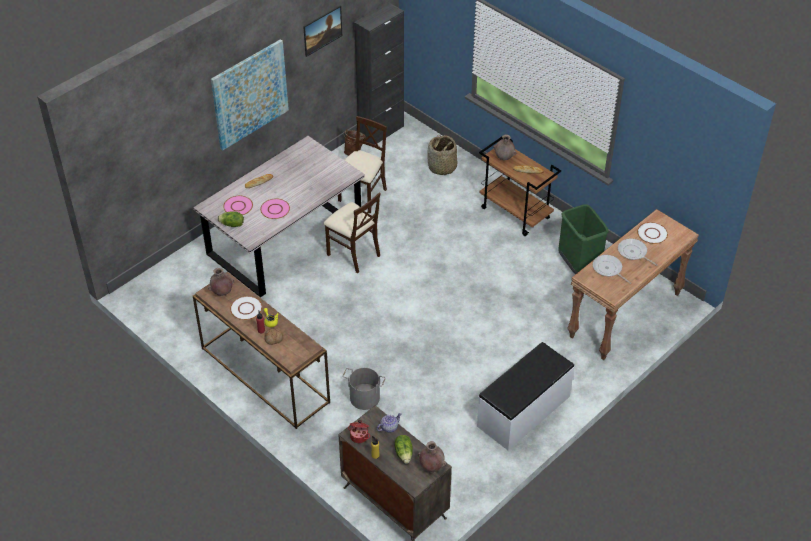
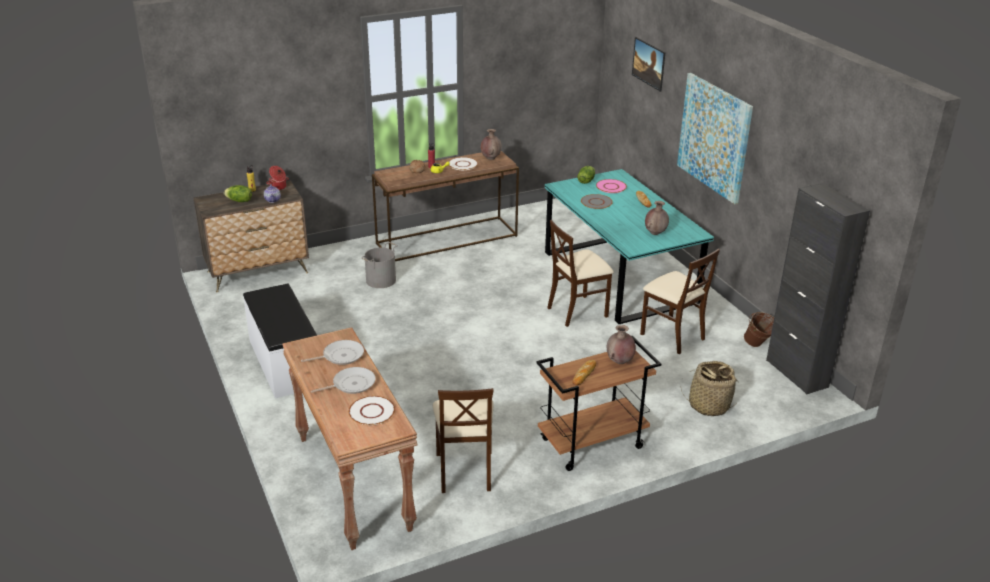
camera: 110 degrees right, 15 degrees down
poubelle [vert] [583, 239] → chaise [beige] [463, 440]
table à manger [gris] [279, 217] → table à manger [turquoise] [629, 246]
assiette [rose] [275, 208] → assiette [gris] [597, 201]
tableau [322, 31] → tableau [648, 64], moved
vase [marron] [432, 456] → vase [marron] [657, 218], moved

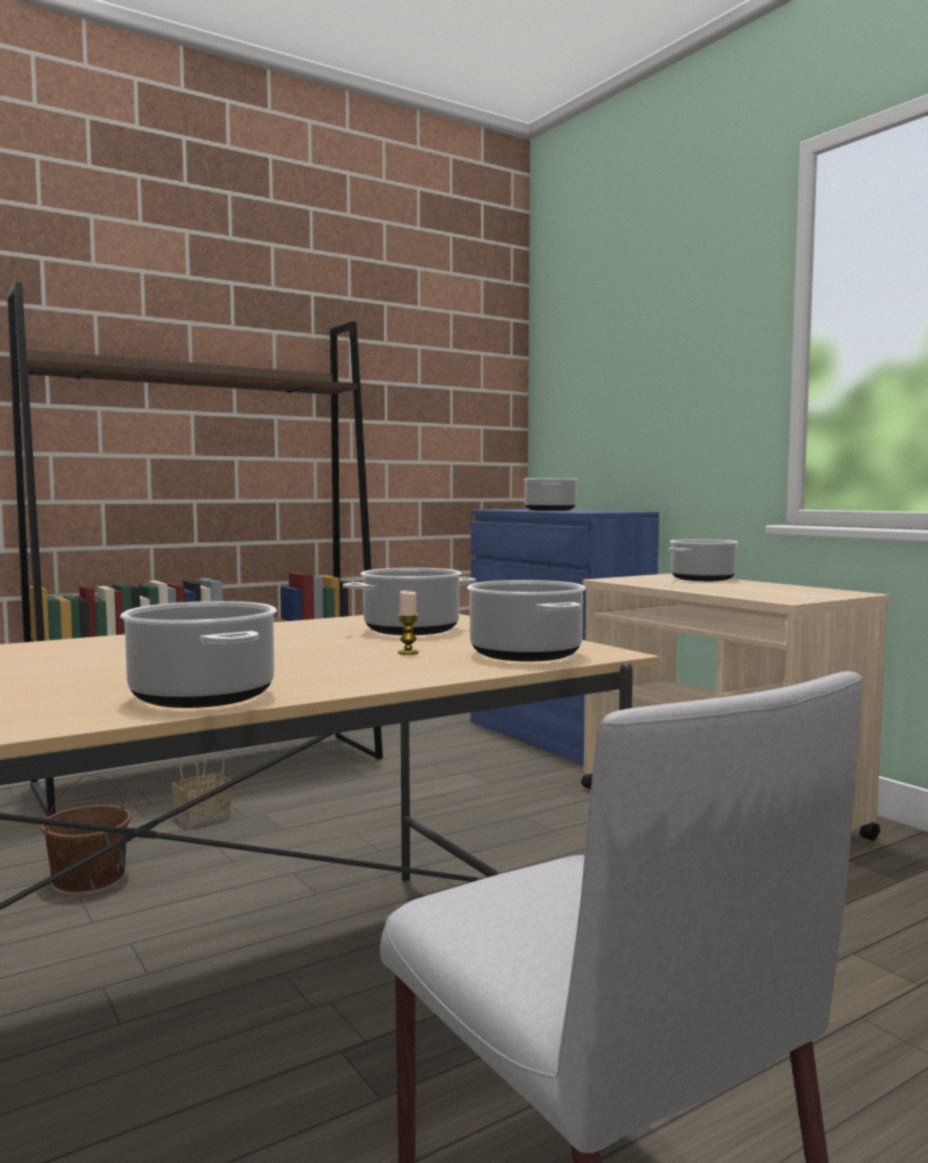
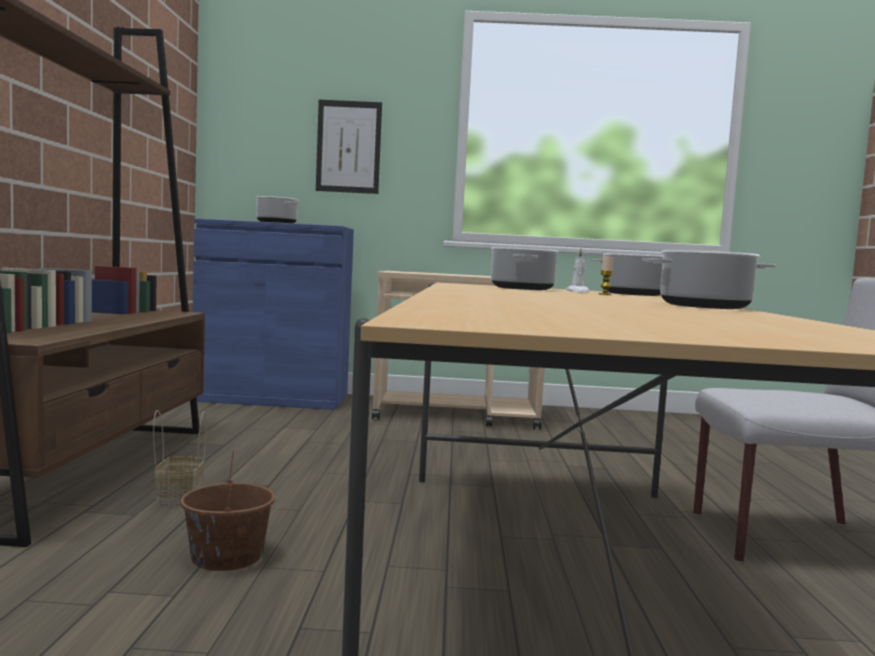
camera: 55 degrees left, 0 degrees up
- → tableau [349, 147]
- → bougie [blanc] [577, 271]
marmite [703, 560] → -

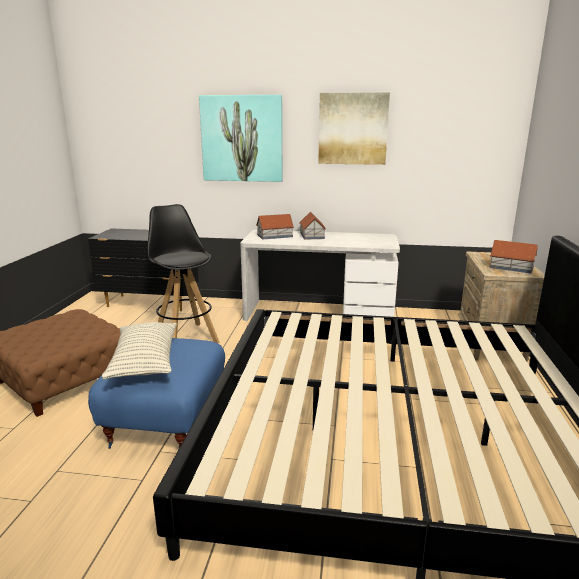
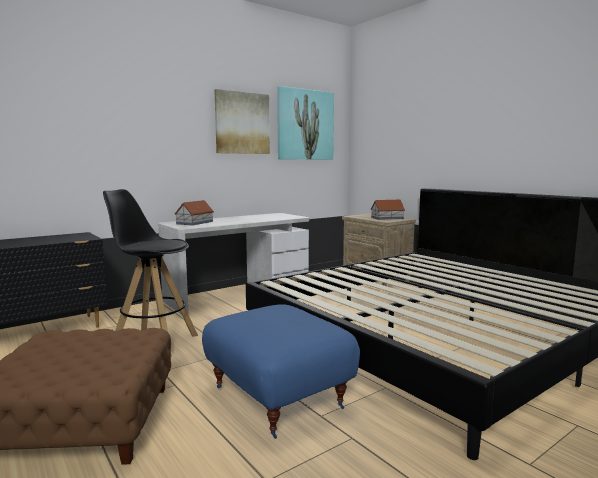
camera: 45 degrees left, 10 degrees down
tableau [241, 138] → tableau [305, 123], moved
coussin [139, 351] → -
maison miniature [312, 226] → -

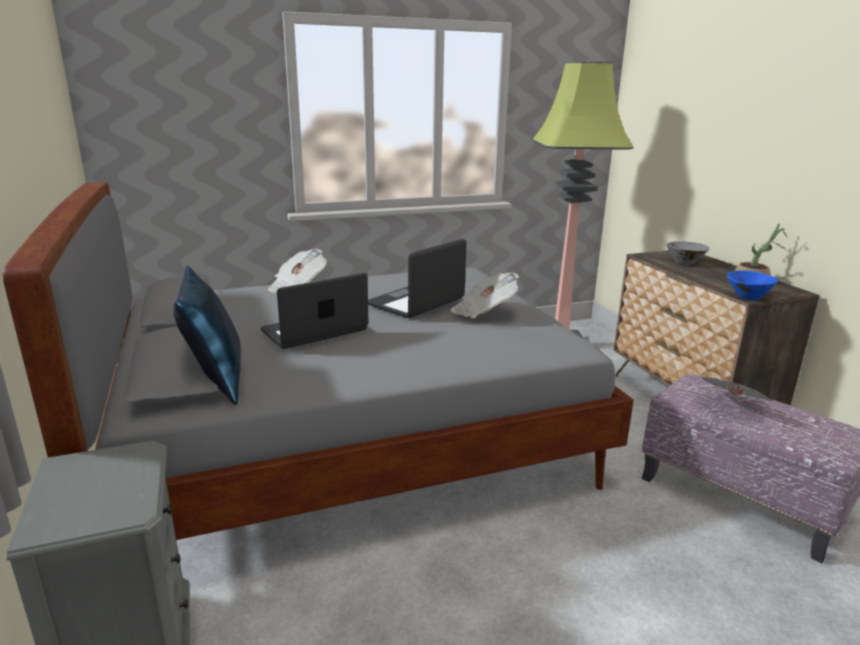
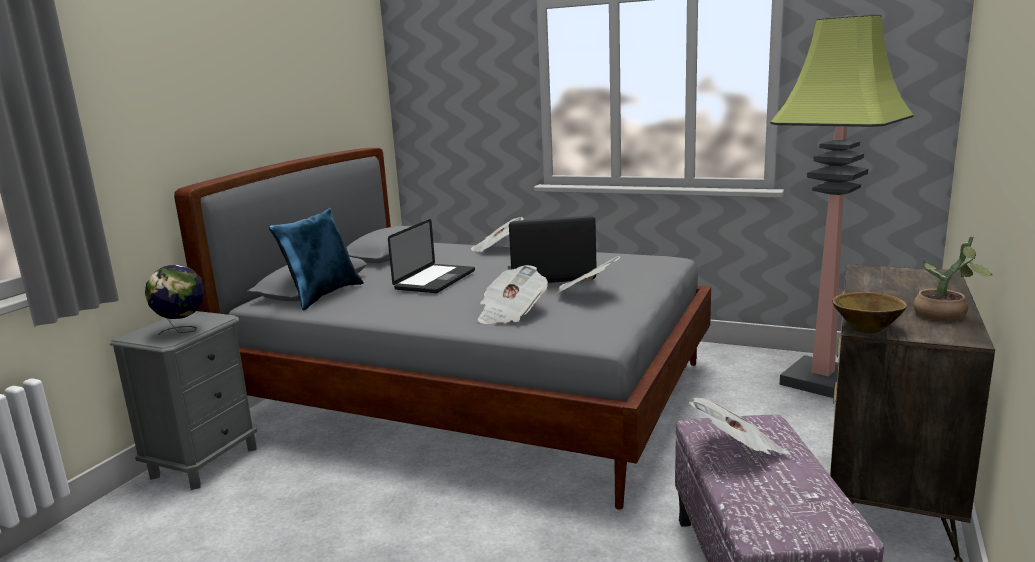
camera: 45 degrees right, 5 degrees down
- → globe [175, 300]
ordinateur portable [315, 311] → ordinateur portable [431, 256], 105 degrees clockwise
- → journal [512, 294]
bol [bleu] [752, 285] → bol [marron] [870, 312]
bol [gris] [687, 252] → -

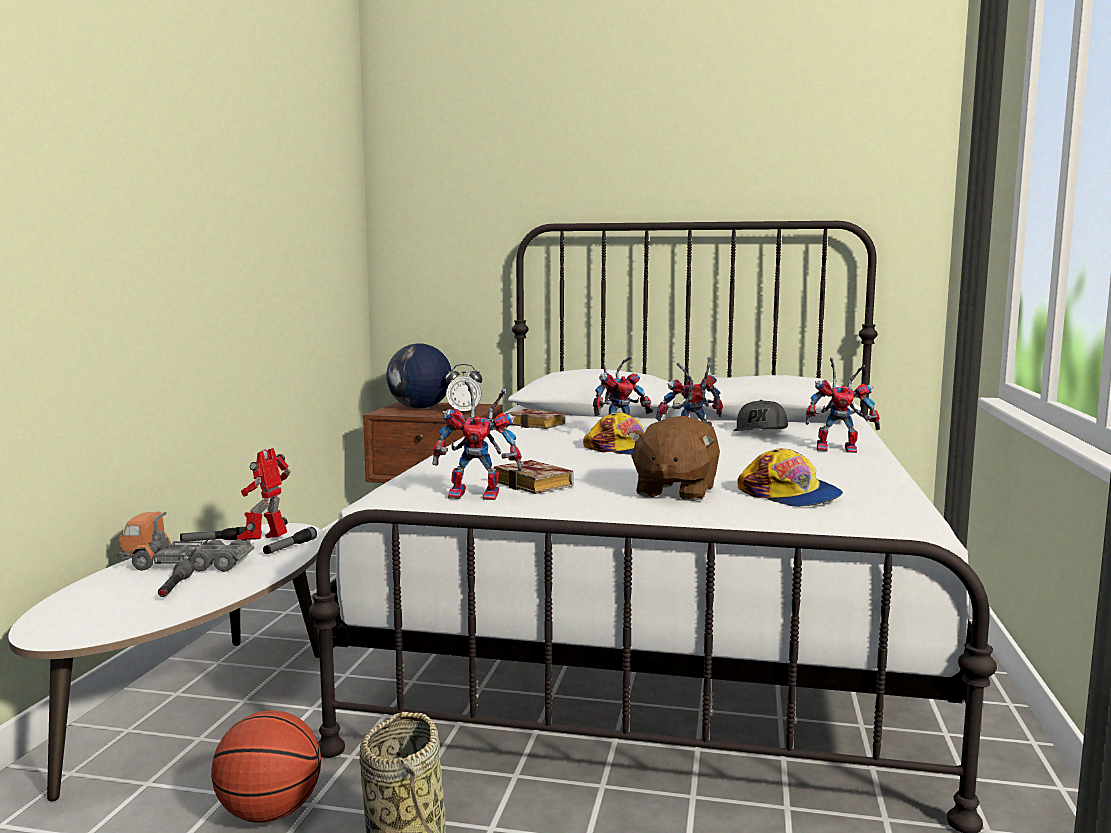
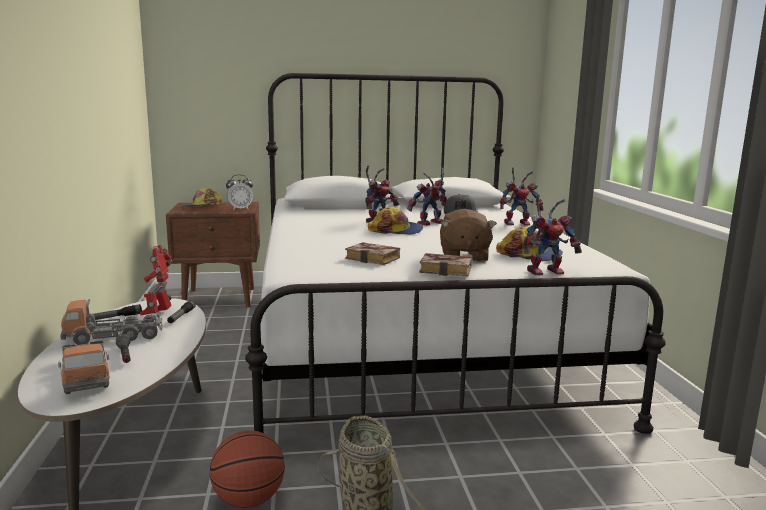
camera: 20 degrees left, 5 degrees up
- → camion jouet [84, 367]
globe [419, 375] → casquette [202, 197]
livre [535, 419] → livre [445, 265], moved
robot jouet [477, 440] → robot jouet [552, 235], moved

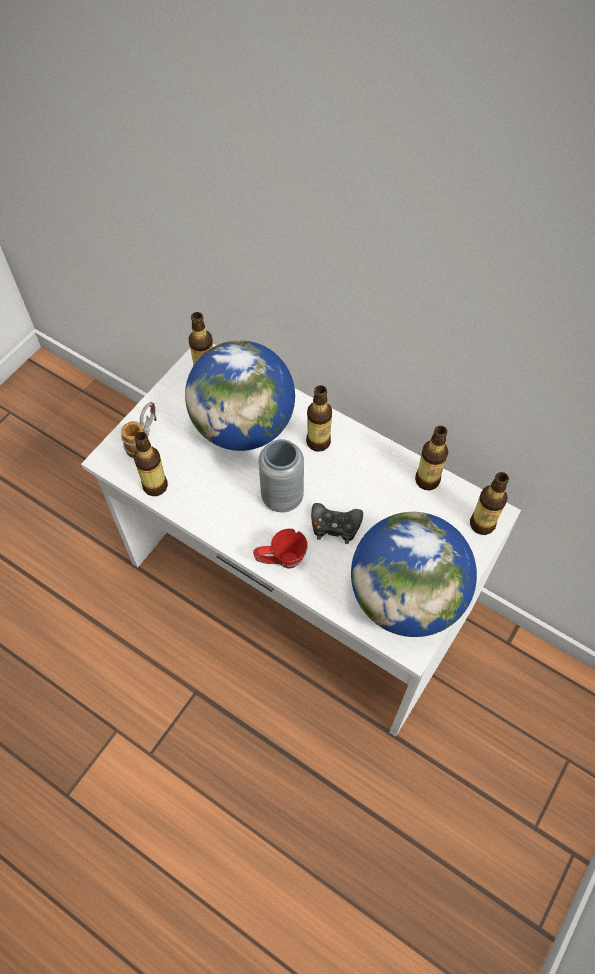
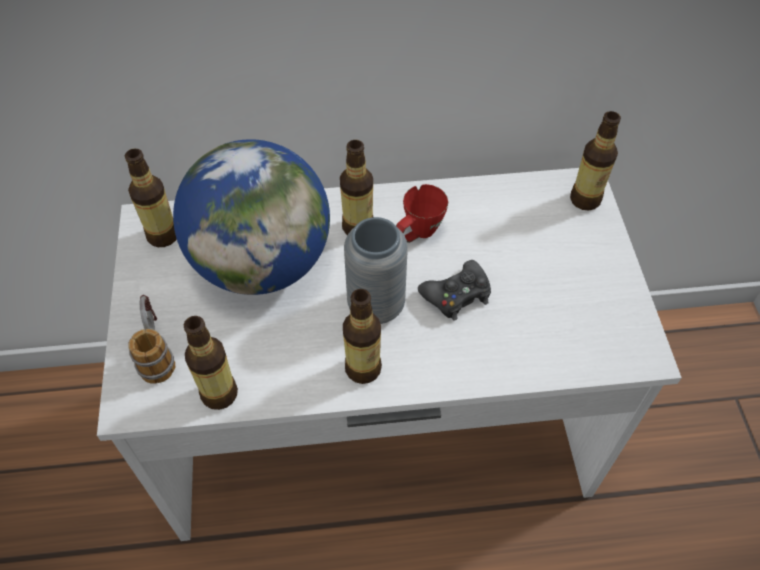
camera: 40 degrees left, 5 degrees down
bouteille [431, 458] → bouteille [362, 336], moved
mug [rouge] [280, 549] → mug [rouge] [422, 213], moved
globe [414, 574] → -

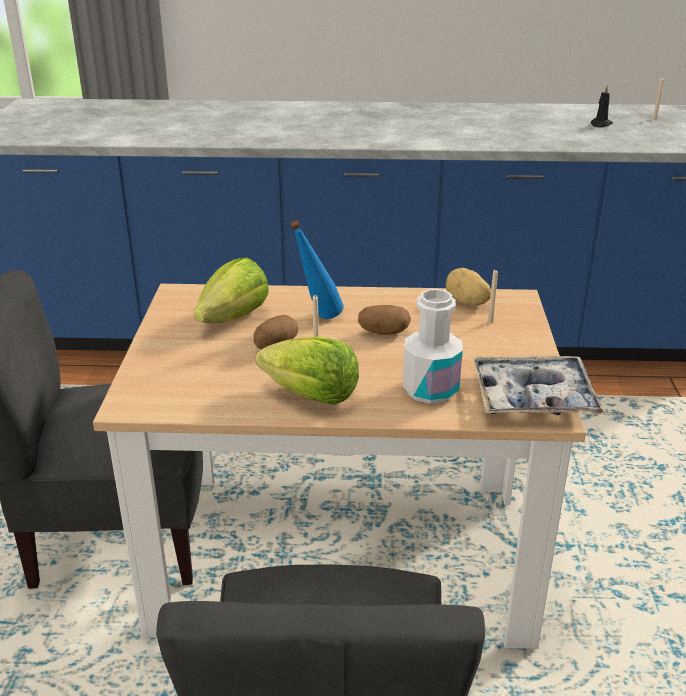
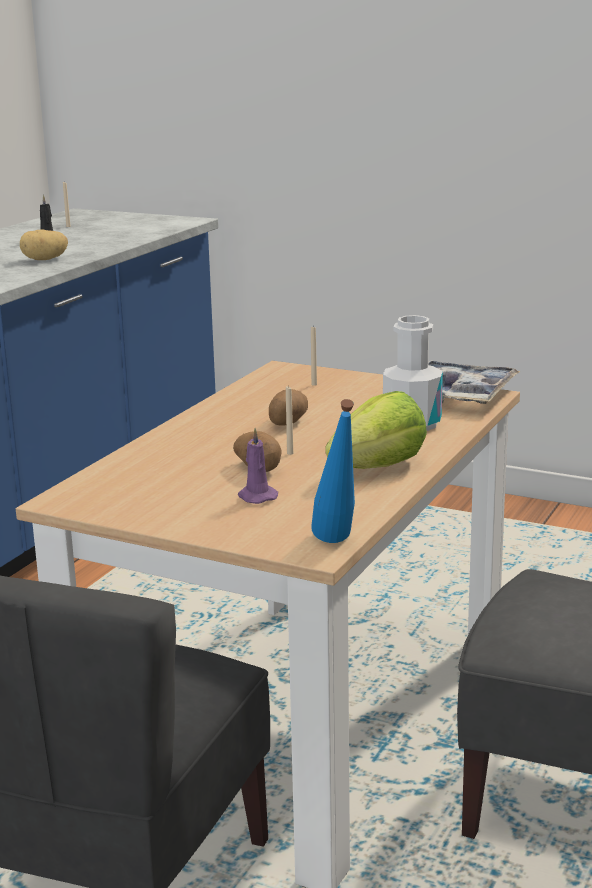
camera: 65 degrees left, 10 degrees down
pomme de terre [468, 287] → pomme de terre [44, 244], moved
- → bougie [violet] [258, 466]
bouteille [bleu] [317, 269] → bouteille [bleu] [333, 471], moved
laitue [231, 290] → -

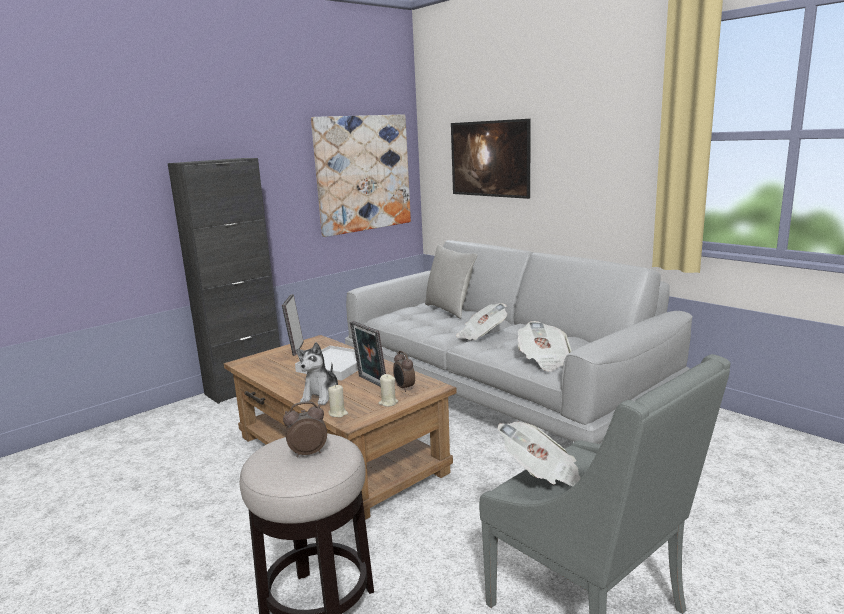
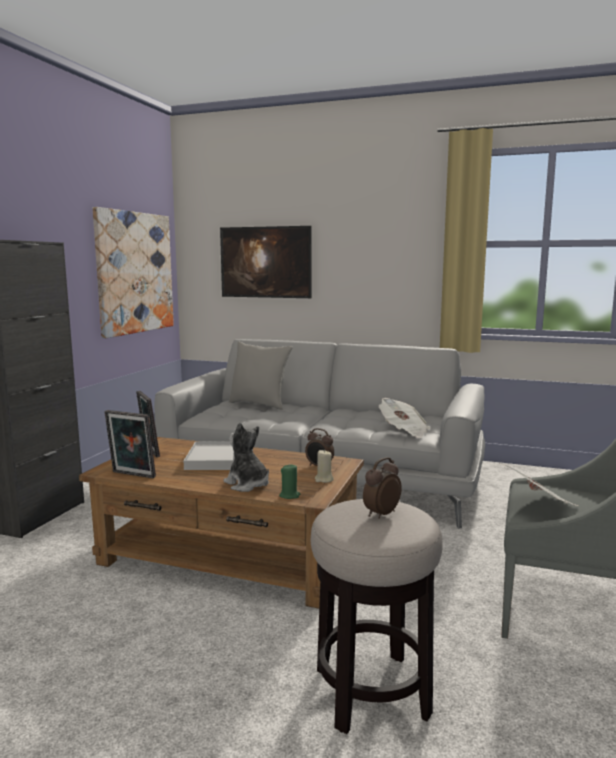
camera: 30 degrees left, 5 degrees down
cadre photo [368, 354] → cadre photo [130, 444], moved
peluche [317, 373] → peluche [246, 457], 150 degrees clockwise
bougie [beige] [338, 400] → bougie [vert] [289, 481]
journal [481, 321] → -

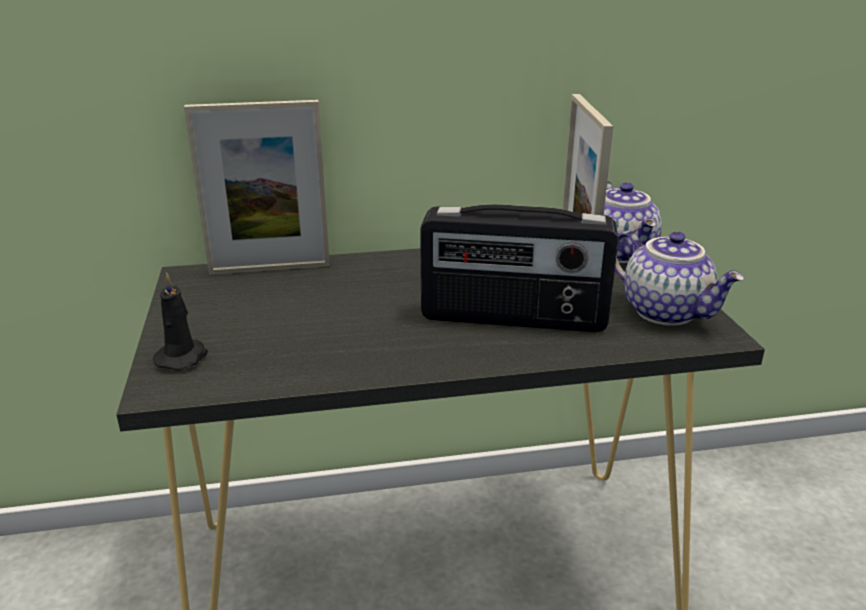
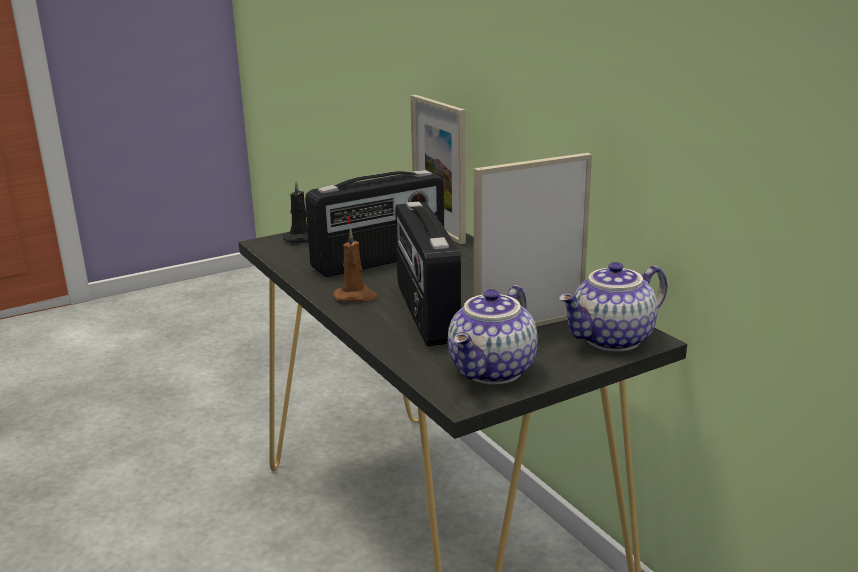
camera: 70 degrees right, 5 degrees down
- → radio [374, 223]
- → bougie [marron] [355, 265]

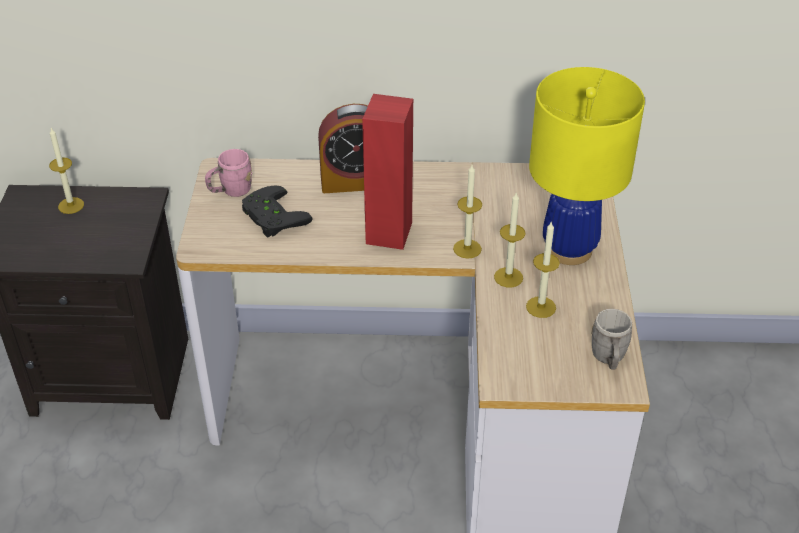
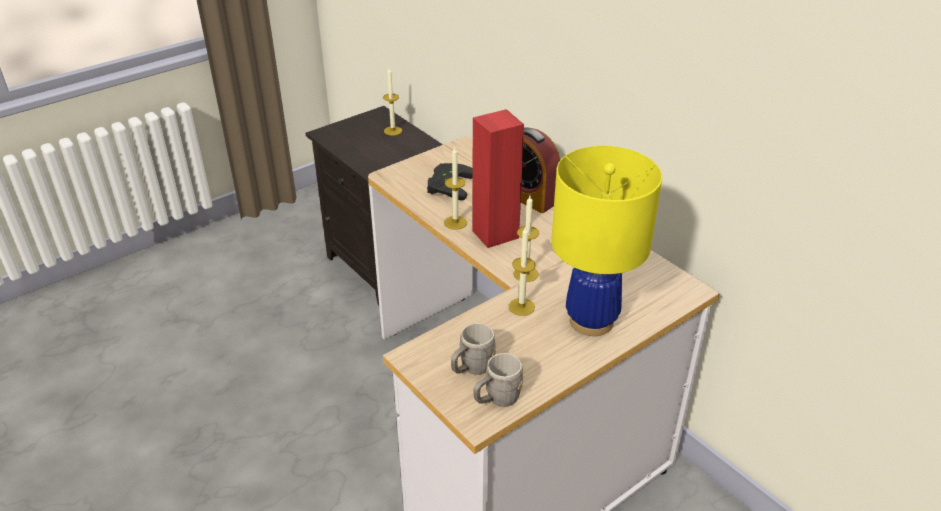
camera: 50 degrees right, 5 degrees down
bougie [543, 269] → bougie [455, 188], moved
- → mug [gris] [473, 349]
mug [rose] [228, 173] → -

